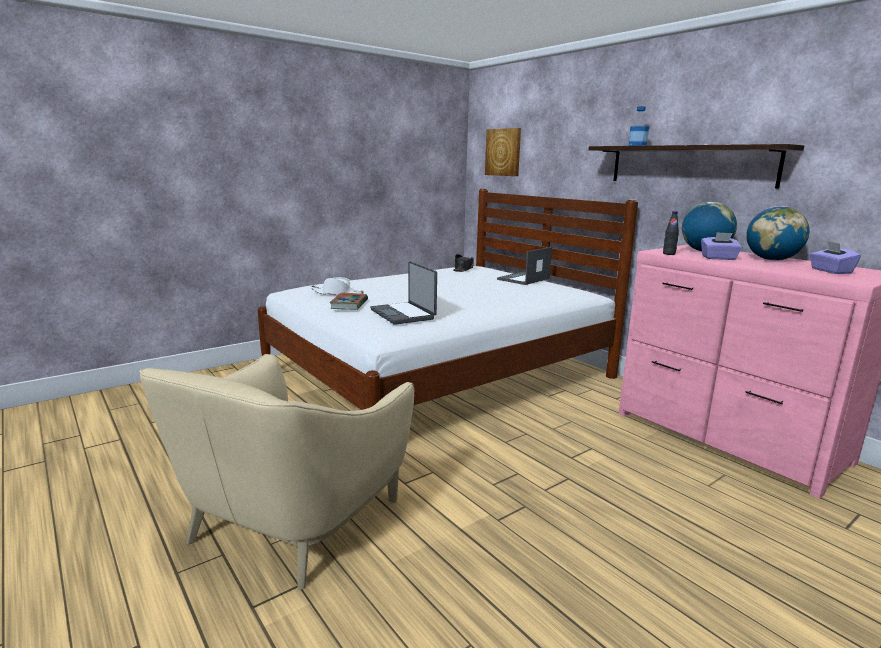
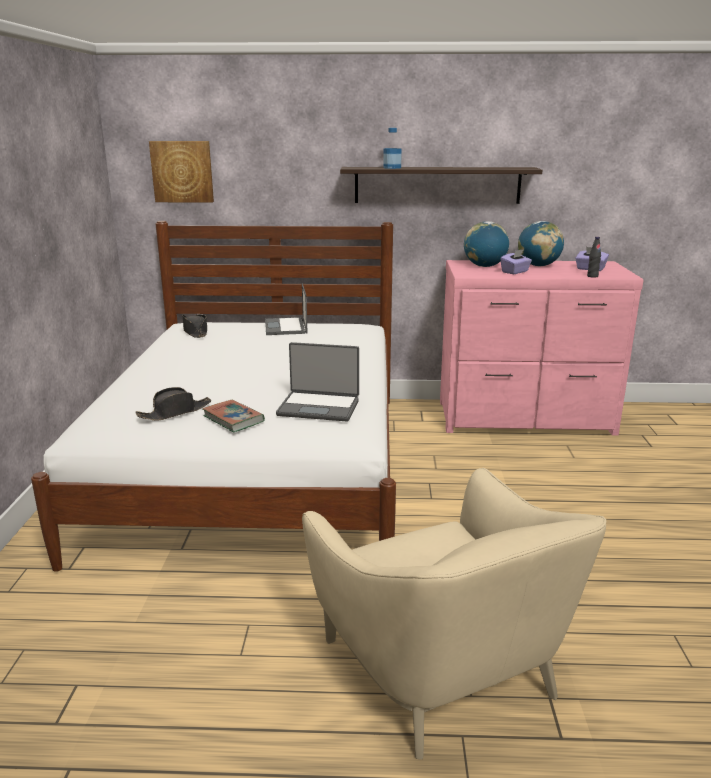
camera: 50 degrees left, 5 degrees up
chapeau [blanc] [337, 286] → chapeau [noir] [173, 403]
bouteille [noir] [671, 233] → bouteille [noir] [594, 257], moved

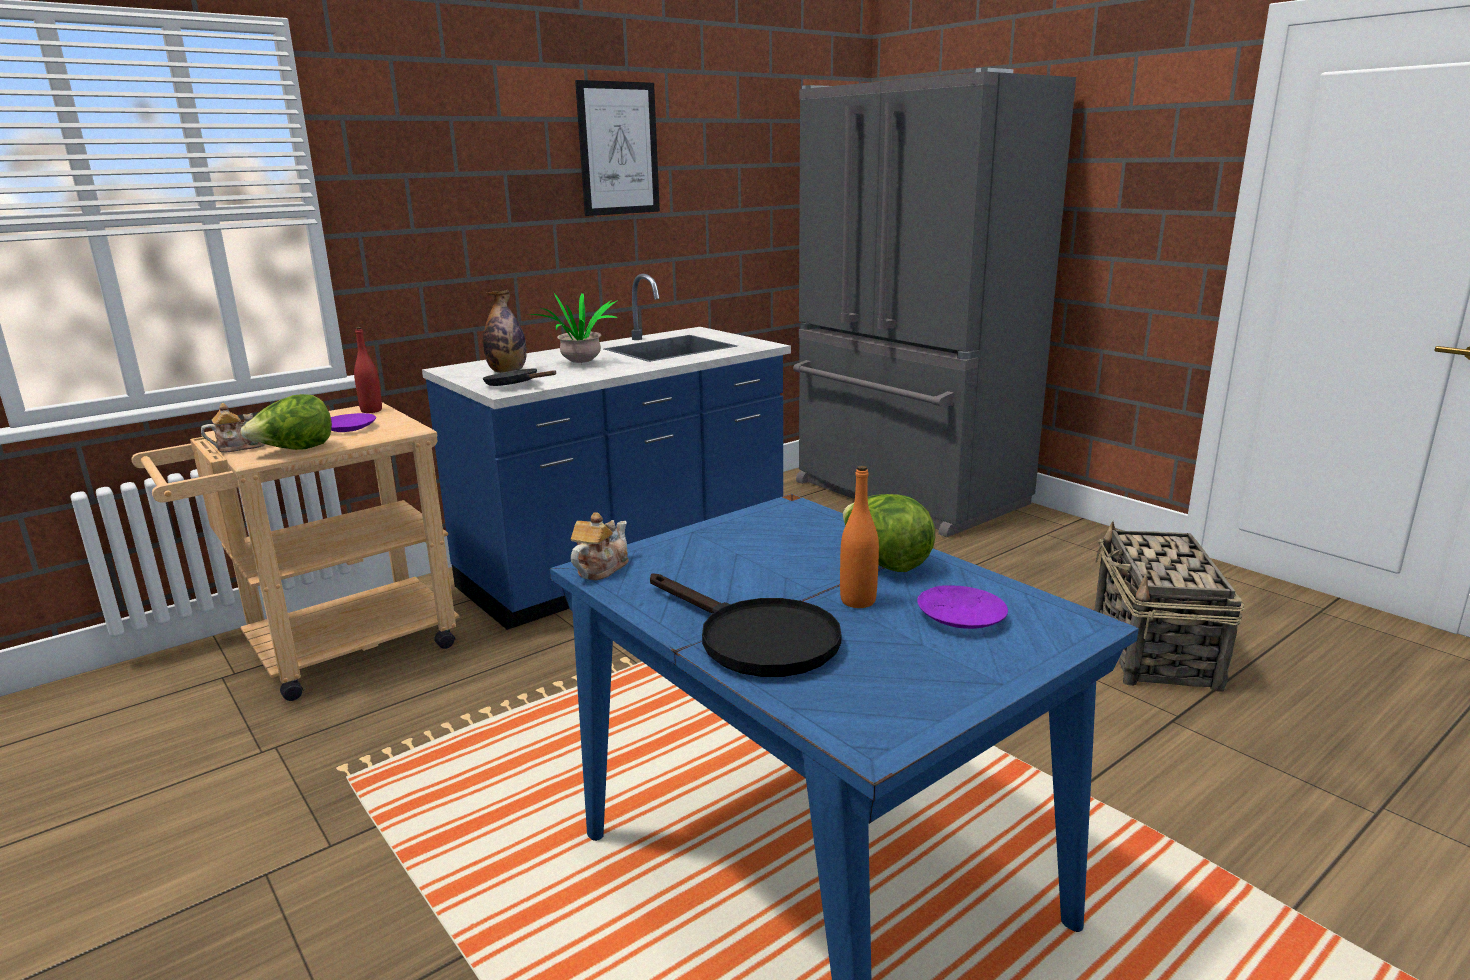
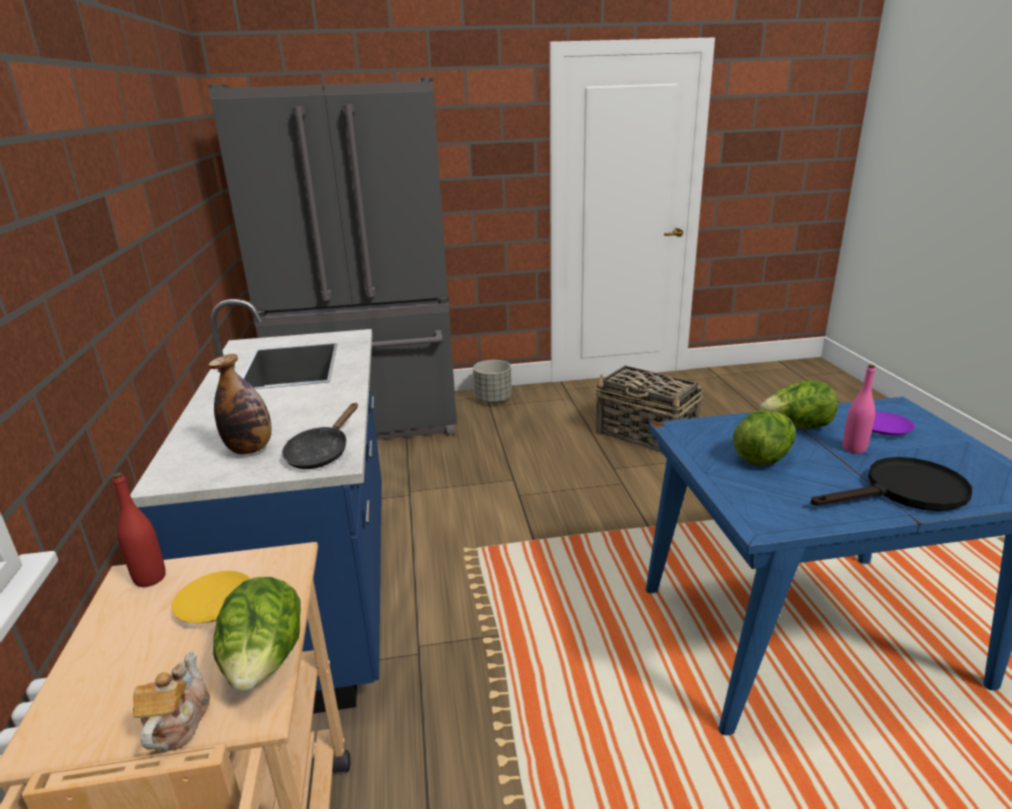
camera: 60 degrees left, 5 degrees up
assiette [violet] [353, 422] → assiette [jaune] [211, 597]
poêle [noir] [519, 377] → poêle [noir] [320, 436], 45 degrees counterclockwise
- → cache-pot [gris] [492, 381]
- → laitue [764, 438]
bouteille [orange] [859, 537] → bouteille [rose] [858, 409]
plante en pot [573, 327] → -
théière [600, 546] → -
tableau [617, 148] → -

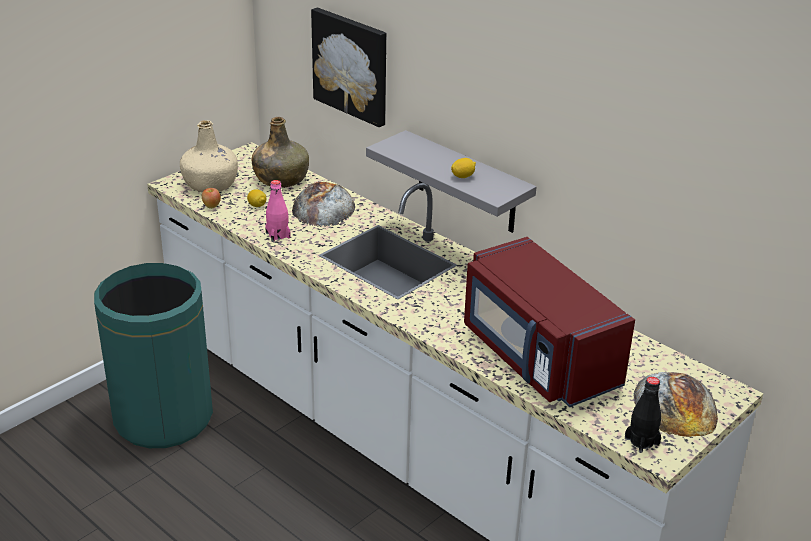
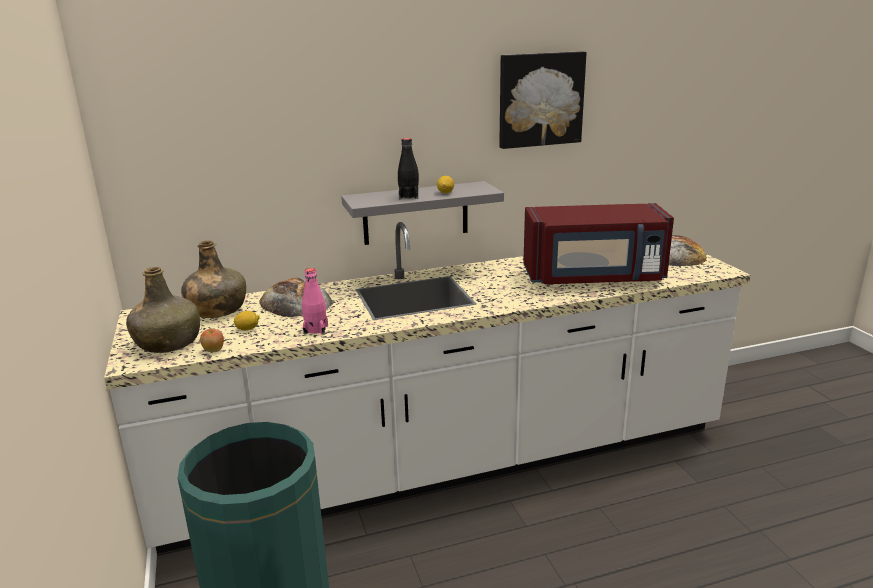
camera: 60 degrees left, 10 degrees down
bouteille [beige] [209, 156] → bouteille [vert] [163, 310]
bouteille [noir] [643, 415] → bouteille [noir] [408, 168], moved
tableau [348, 67] → tableau [542, 100], moved

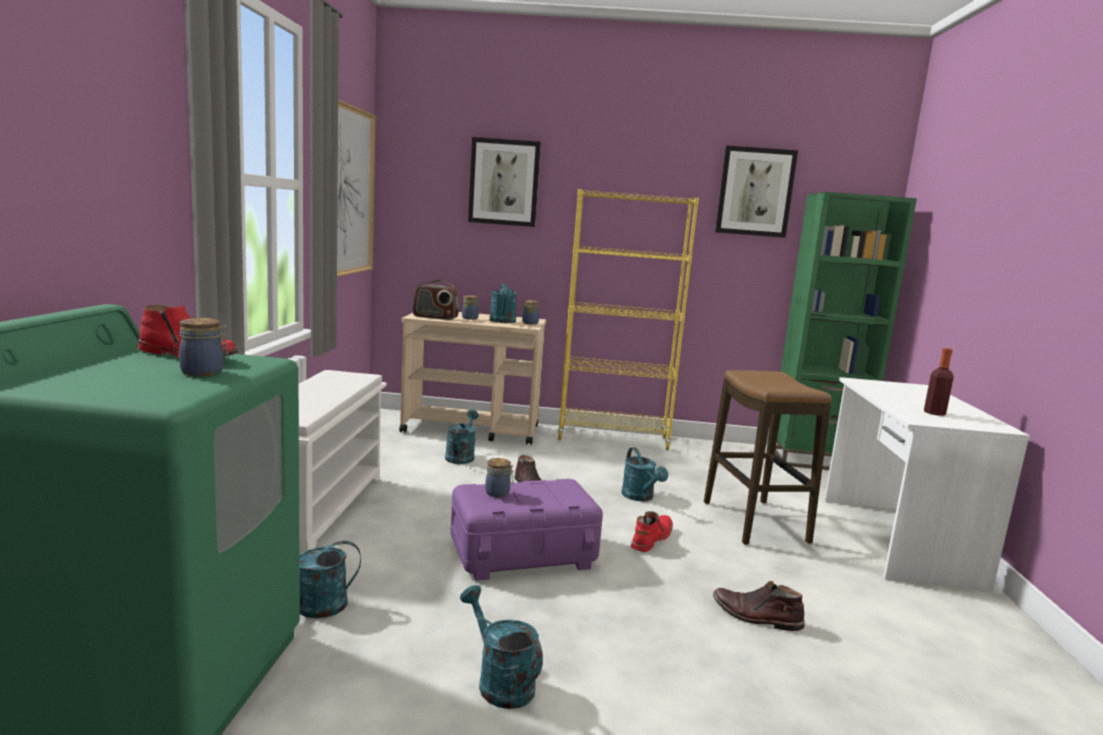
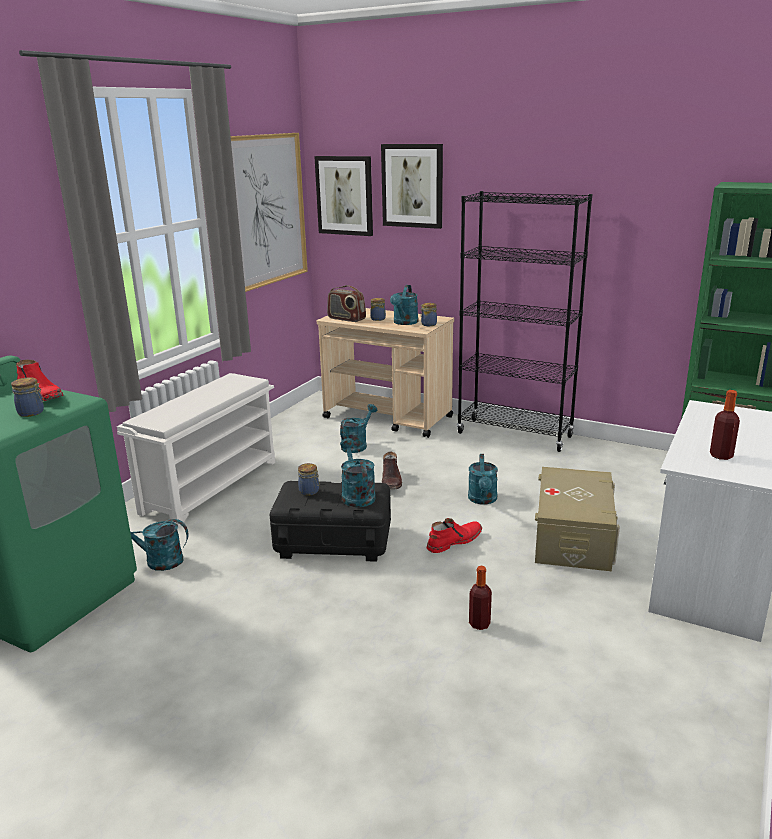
camera: 25 degrees right, 10 degrees up
boîte de rangement [violet] [526, 530] → boîte de rangement [noir] [330, 521]
tableau [756, 192] → tableau [343, 196], moved
arrosoir [turquoise] [501, 647] → arrosoir [turquoise] [358, 472], moved
bibliothèque [jaune] [628, 319] → bibliothèque [noir] [524, 321]
botte [marron] [759, 606] → bouteille [480, 598]
tabouret [767, 457] → boîte de rangement [beige] [577, 519]

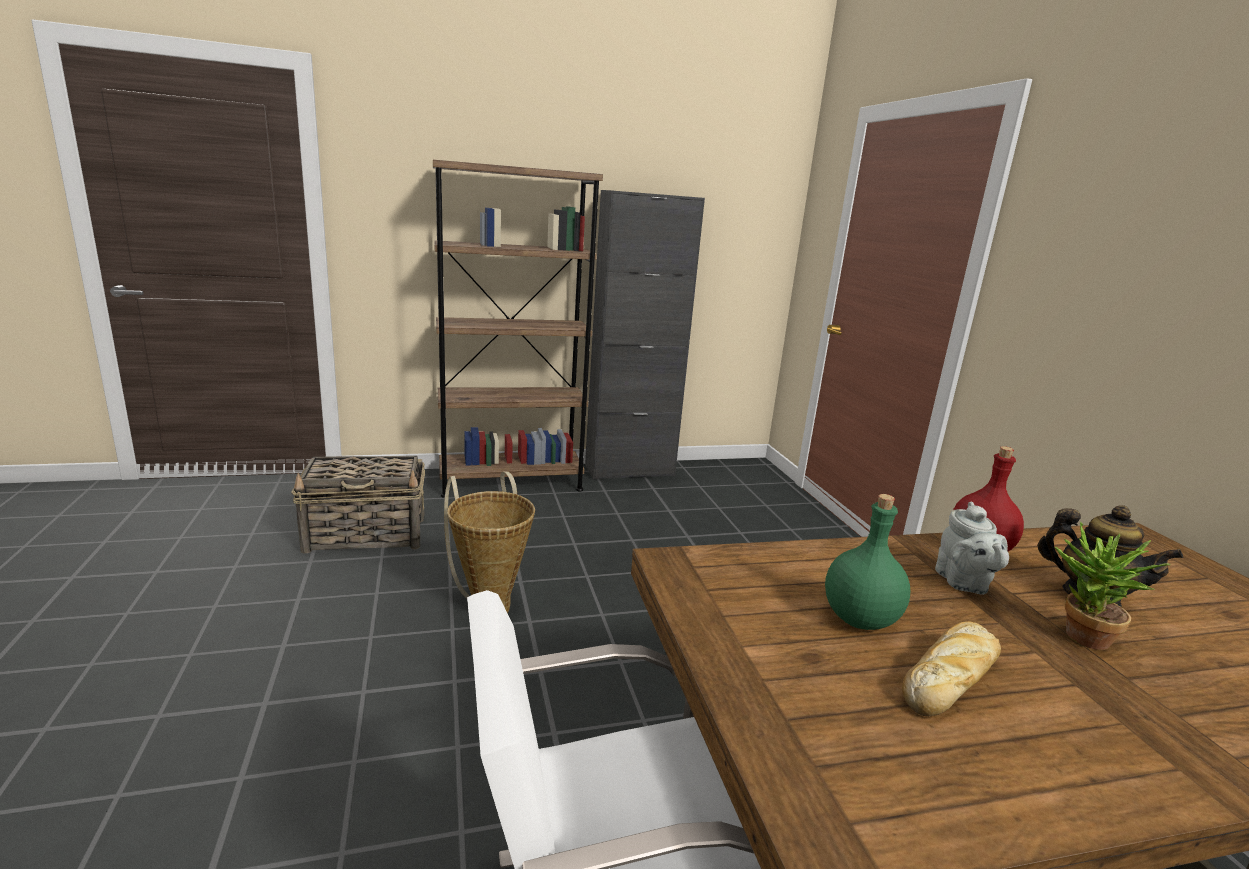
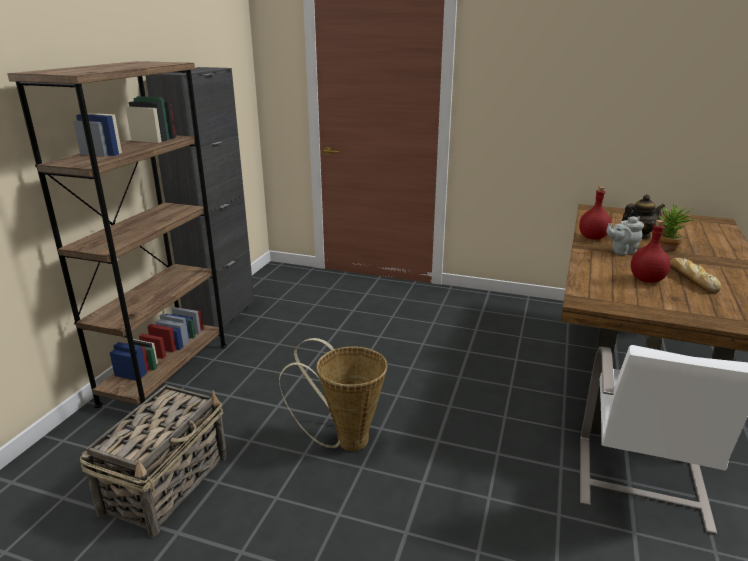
camera: 55 degrees left, 5 degrees up
théière [gris] [972, 548] → théière [gris] [625, 235], 135 degrees clockwise
bouteille [vert] [867, 562] → bouteille [rouge] [650, 251]

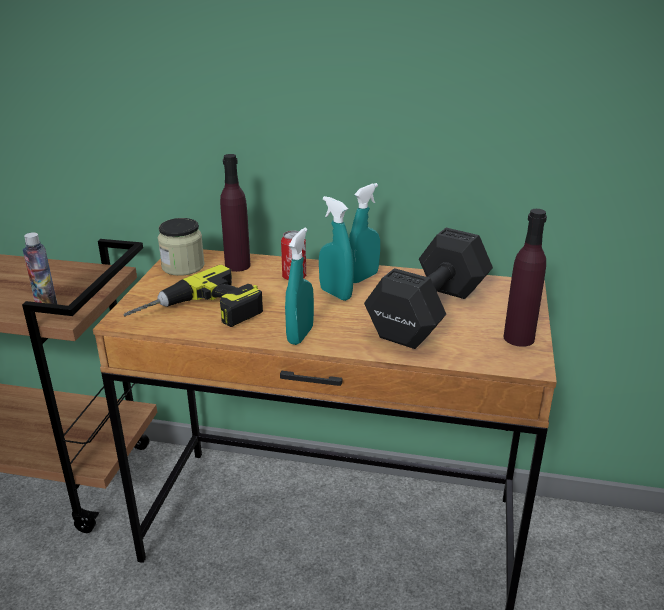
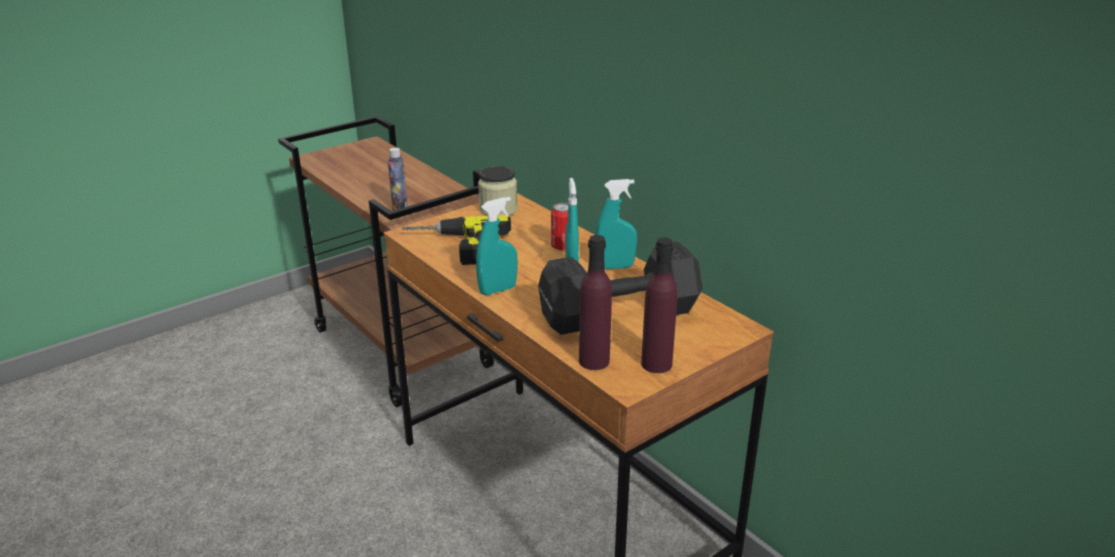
camera: 40 degrees right, 0 degrees up
bouteille [violet] [235, 213] → bouteille [violet] [595, 302], moved

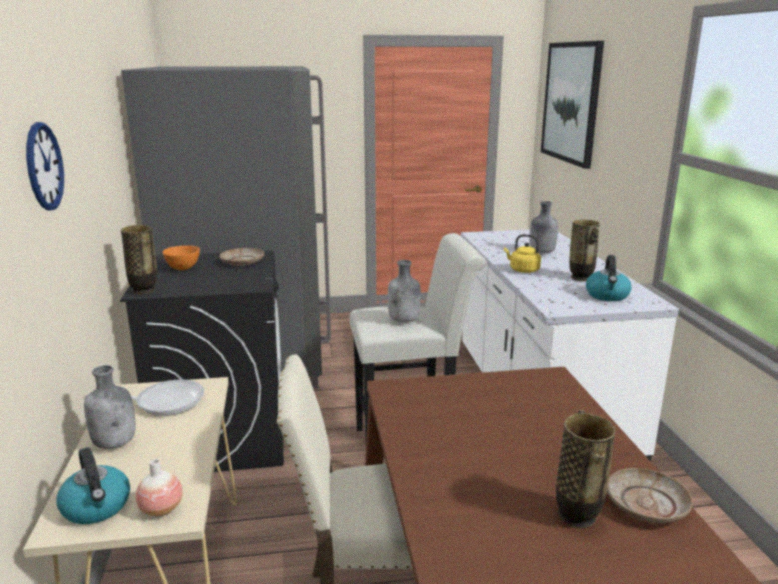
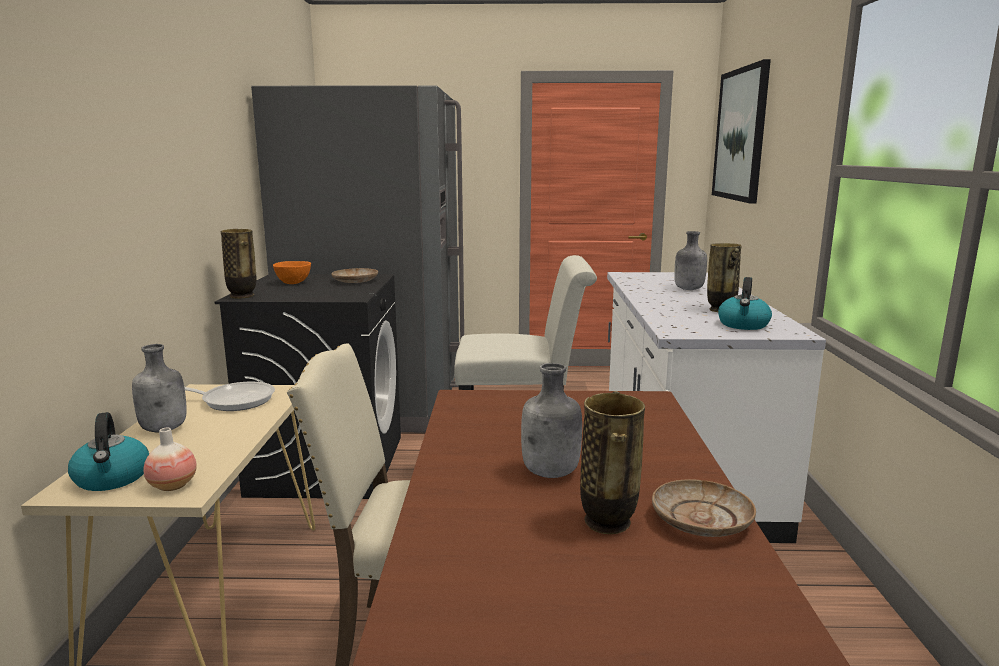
camera: 10 degrees right, 5 degrees down
bouteille [gris] [404, 291] → bouteille [gris] [551, 420], moved
horloge murale [45, 166] → -
bouilloire [jaune] [522, 253] → -

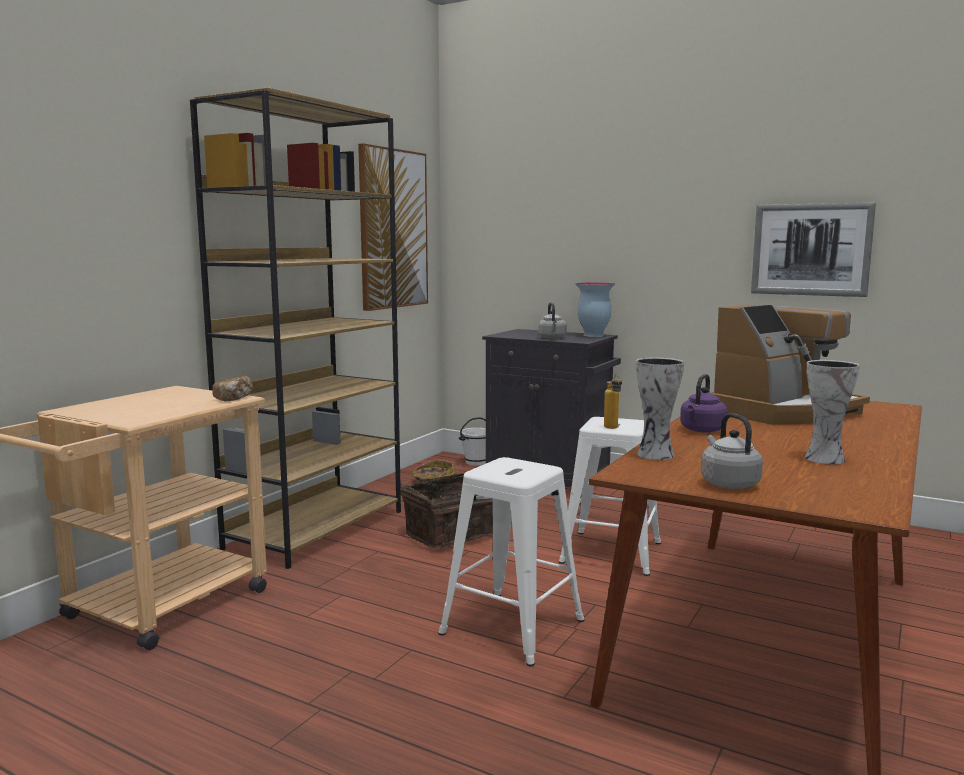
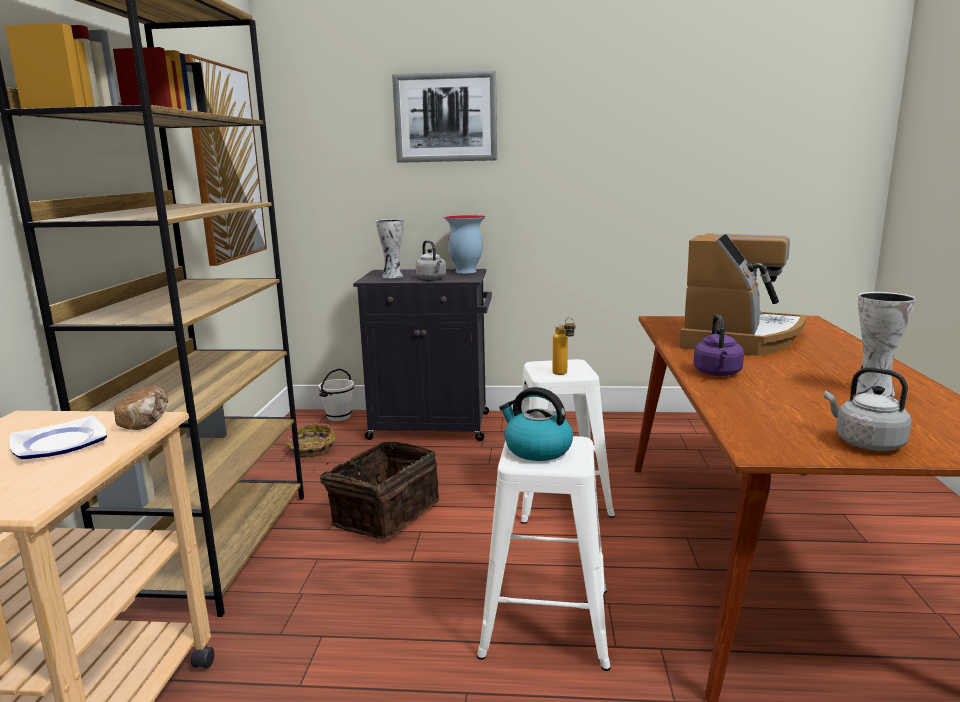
camera: 25 degrees left, 5 degrees up
- → assiette [58, 437]
vase [660, 409] → vase [390, 249], moved
tableau [813, 249] → tableau [444, 117], moved
- → bouilloire [536, 424]

